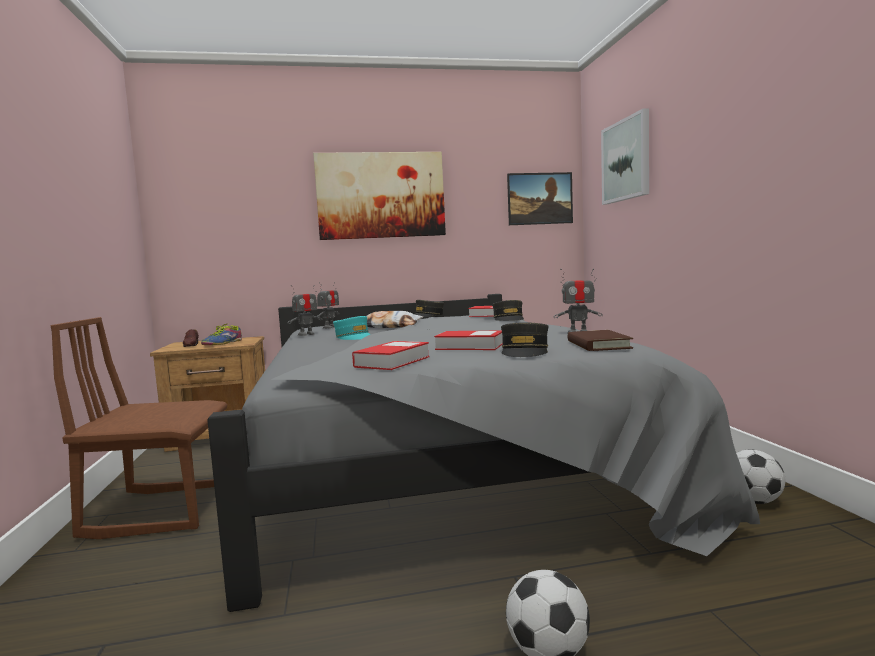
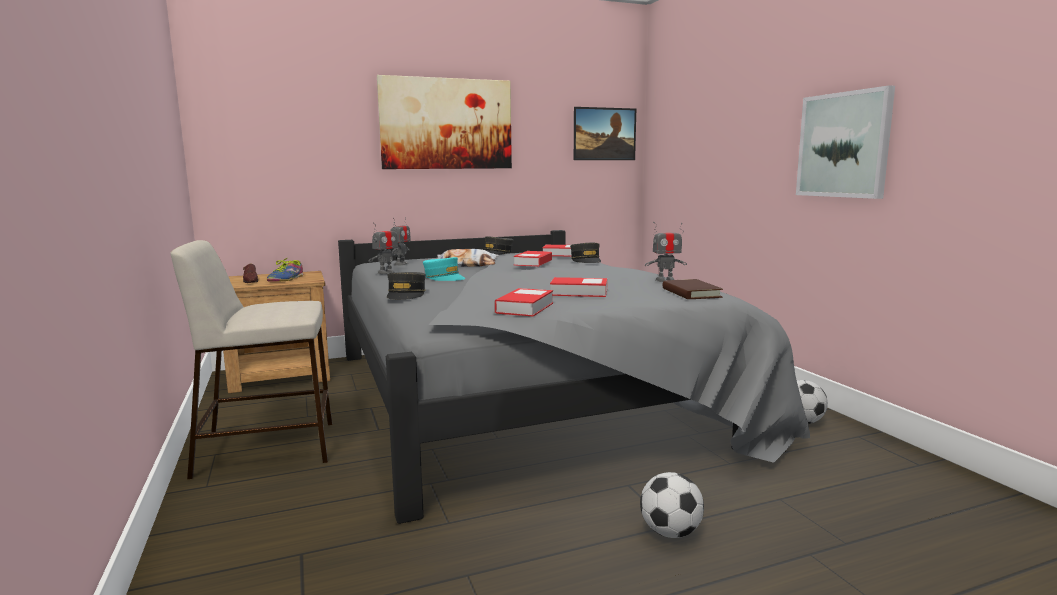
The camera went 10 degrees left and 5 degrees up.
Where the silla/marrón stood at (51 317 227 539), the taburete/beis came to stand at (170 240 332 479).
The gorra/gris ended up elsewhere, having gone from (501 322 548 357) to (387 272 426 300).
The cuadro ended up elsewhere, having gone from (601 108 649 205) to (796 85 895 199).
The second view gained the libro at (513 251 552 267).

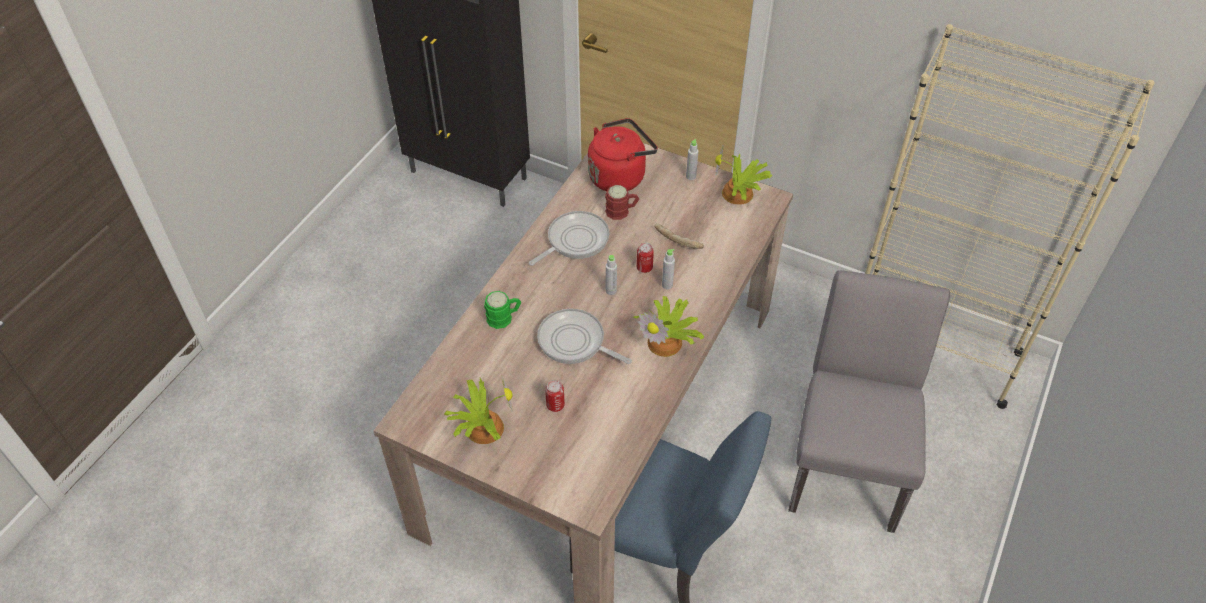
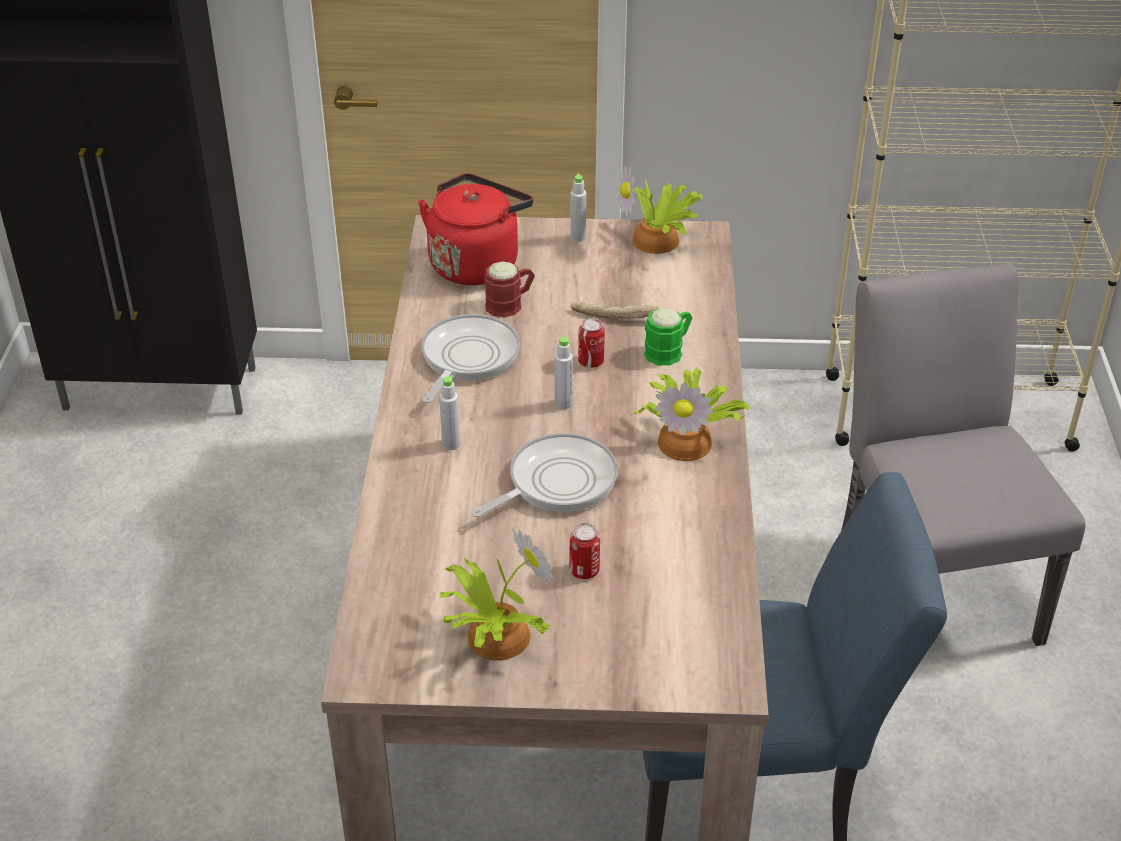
The camera went 25 degrees left and 10 degrees down.
The taza grande/verde ended up elsewhere, having gone from (484 291 521 329) to (644 308 692 366).
The sartén at (537 309 632 364) ended up facing another way, 135 degrees clockwise from before.
The botella/gris ended up elsewhere, having gone from (662 249 675 289) to (439 375 460 450).

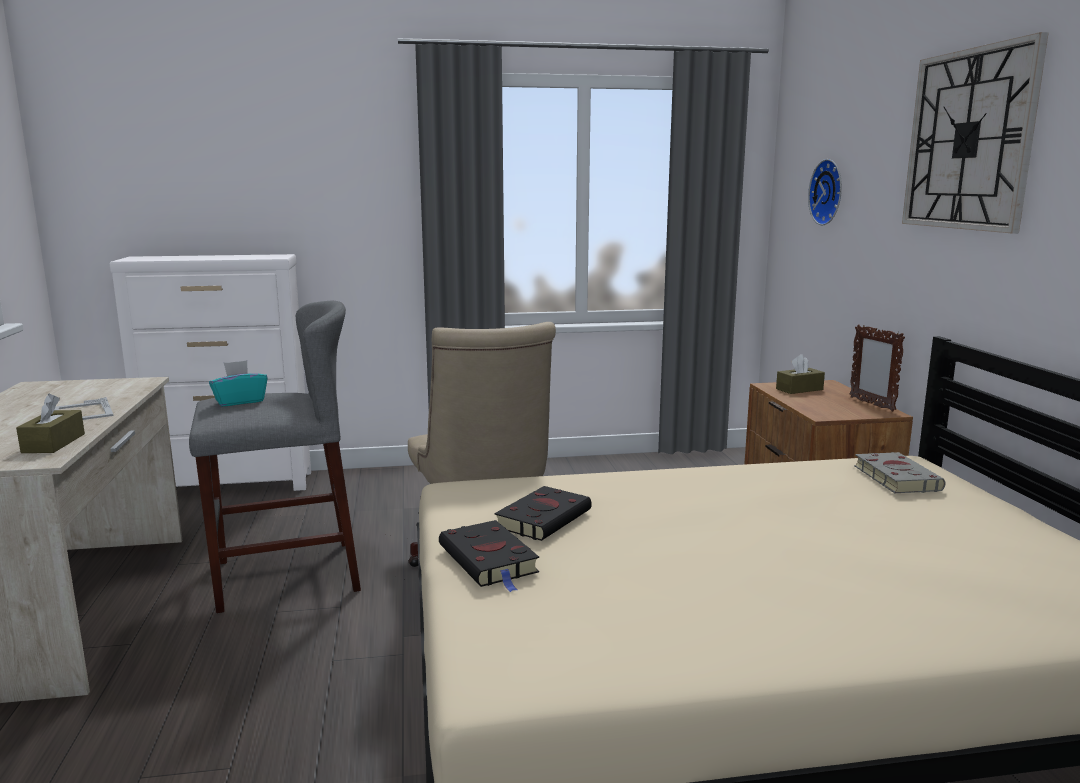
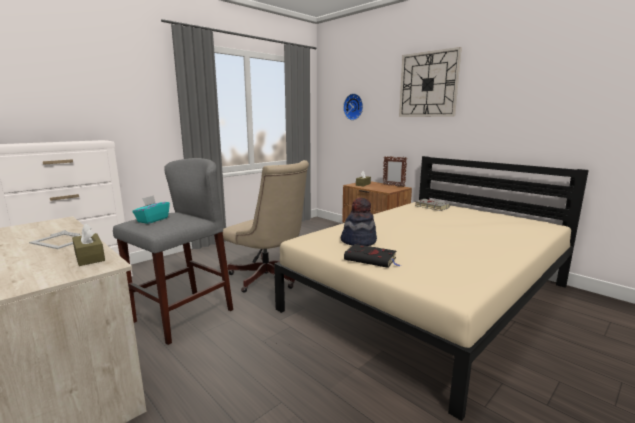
The camera went 35 degrees left and 0 degrees up.
Where the libro/negro stood at (494 486 592 541), the sombrero came to stand at (341 197 377 246).

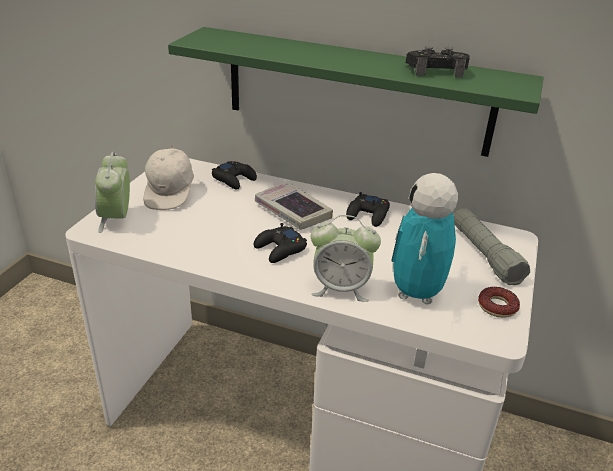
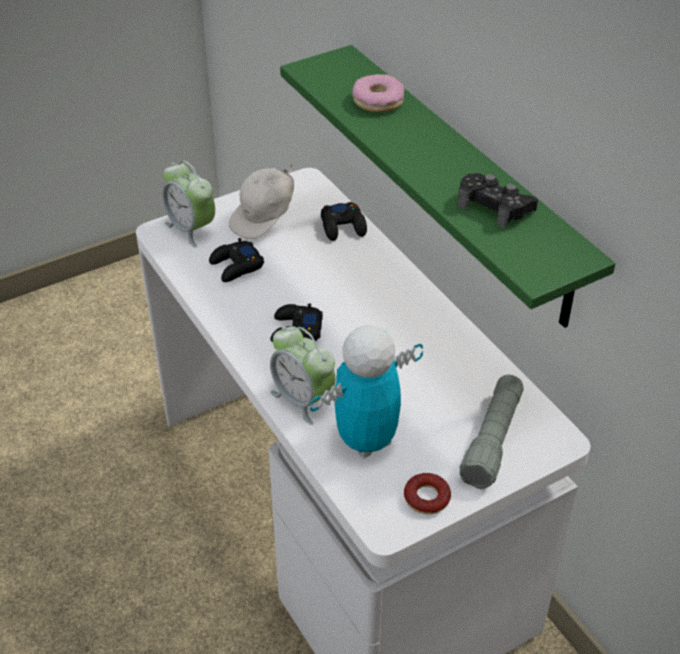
The camera went 40 degrees right and 10 degrees up.
The despertador at (95 152 130 233) ended up facing another way, 75 degrees counterclockwise from before.
The second view lost the libro at (255 181 333 230).
The mando de consola/negro ended up elsewhere, having gone from (346 192 390 227) to (209 238 264 282).
The second view gained the rosquilla at (352 74 404 112).

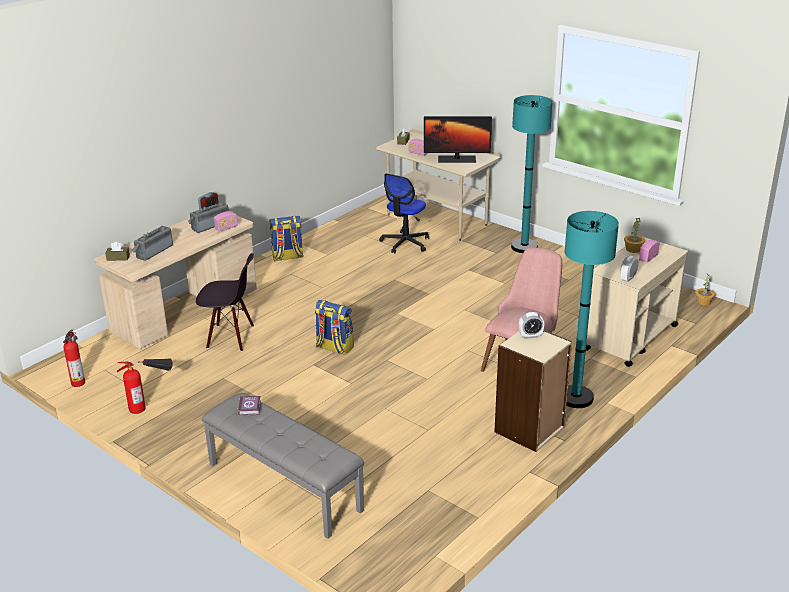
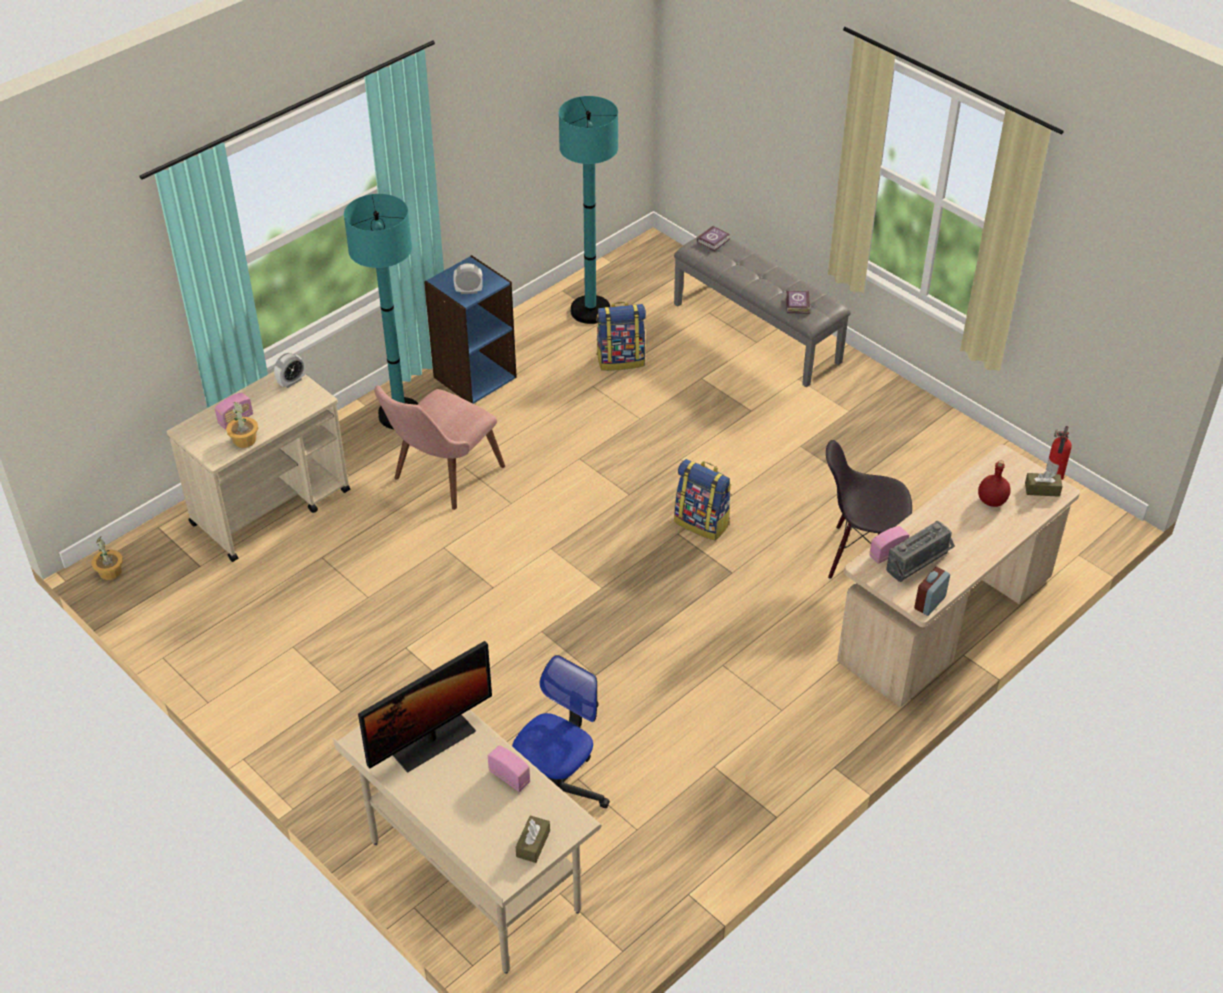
The camera went 175 degrees left and 15 degrees up.
The second view lost the extintor at (116 358 173 414).
Where the radio stood at (132 226 173 261), the botella/rojo came to stand at (978 460 1011 507).
The mochila ended up elsewhere, having gone from (269 216 304 261) to (596 302 646 371).
The monitor at (424 116 492 163) ended up facing another way, 135 degrees clockwise from before.
What was the estantería/beis at (494 330 572 452) turned into the estantería/azul at (424 255 517 404).
The lámpara de pie/turquesa ended up elsewhere, having gone from (511 95 552 253) to (559 96 618 324).
The second view gained the libro at (697 226 730 251).

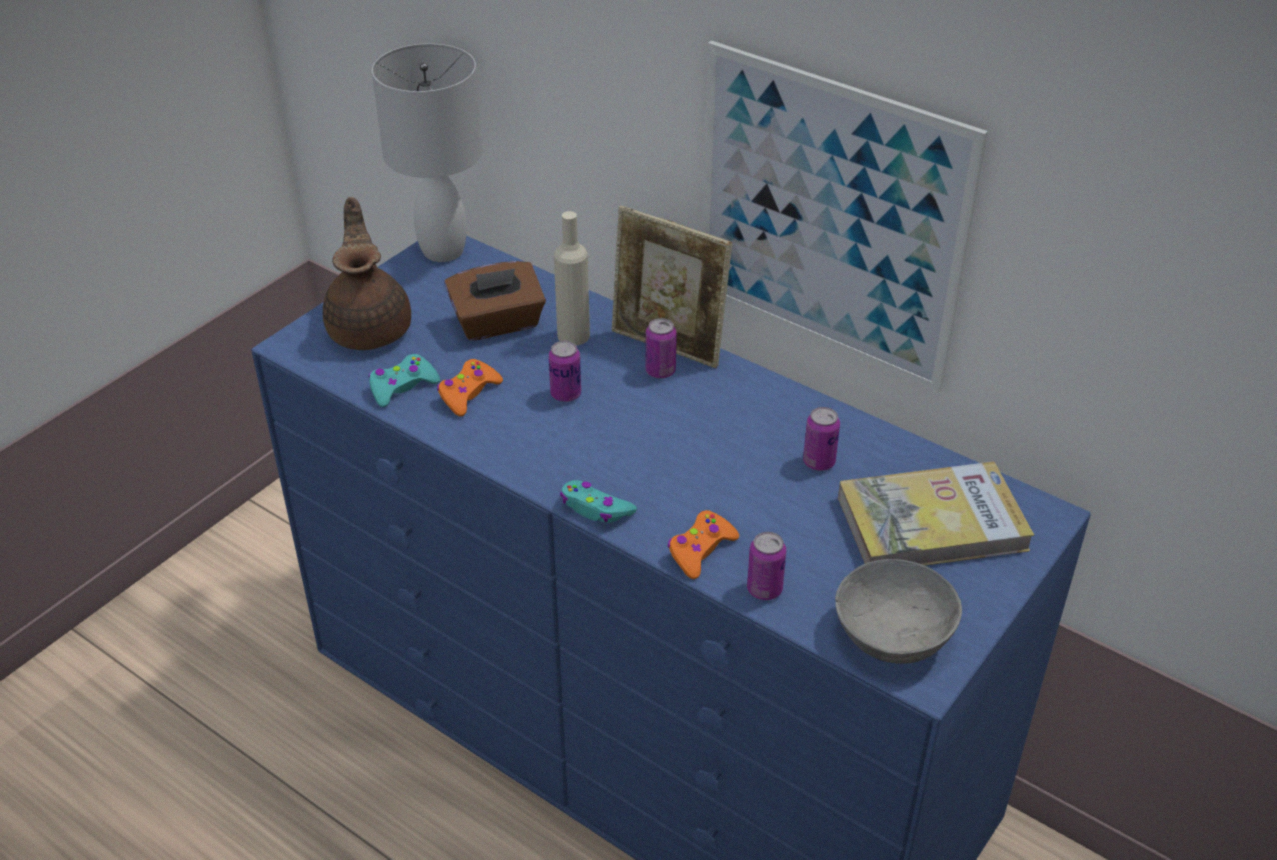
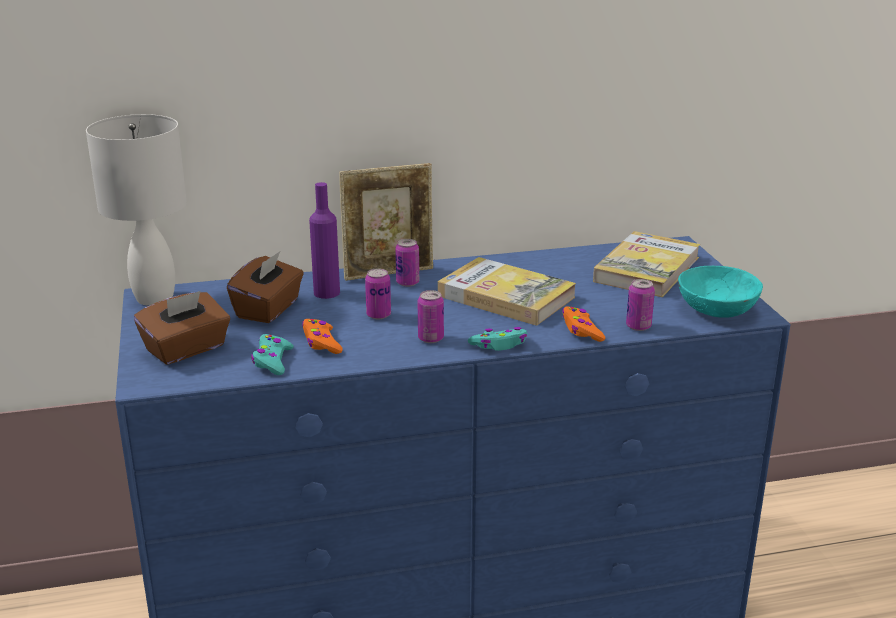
The camera went 50 degrees left and 15 degrees down.
Where the tetera/marrón stood at (323 197 411 350), the caja de pañuelos/marrón came to stand at (134 291 230 365).
What was the botella/beis at (554 211 590 346) turned into the botella/morado at (309 182 340 299).
The second view lost the cuadro at (702 41 988 393).
The lata ended up elsewhere, having gone from (803 407 840 471) to (418 290 444 343).
What was the cuenco/gris at (835 559 962 664) turned into the cuenco/turquesa at (678 266 763 318).
The second view gained the libro at (438 257 576 325).

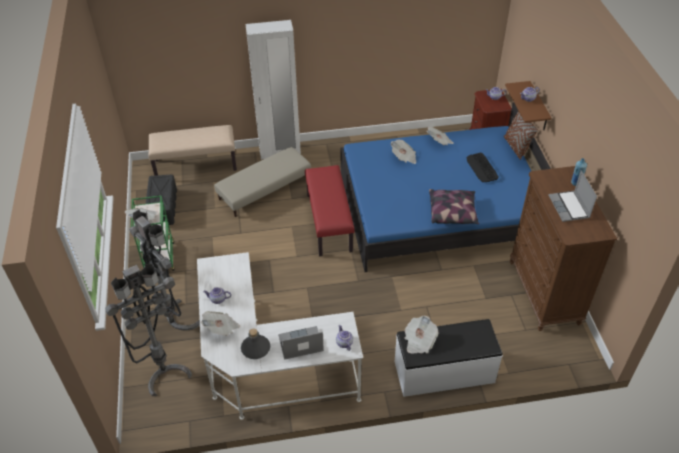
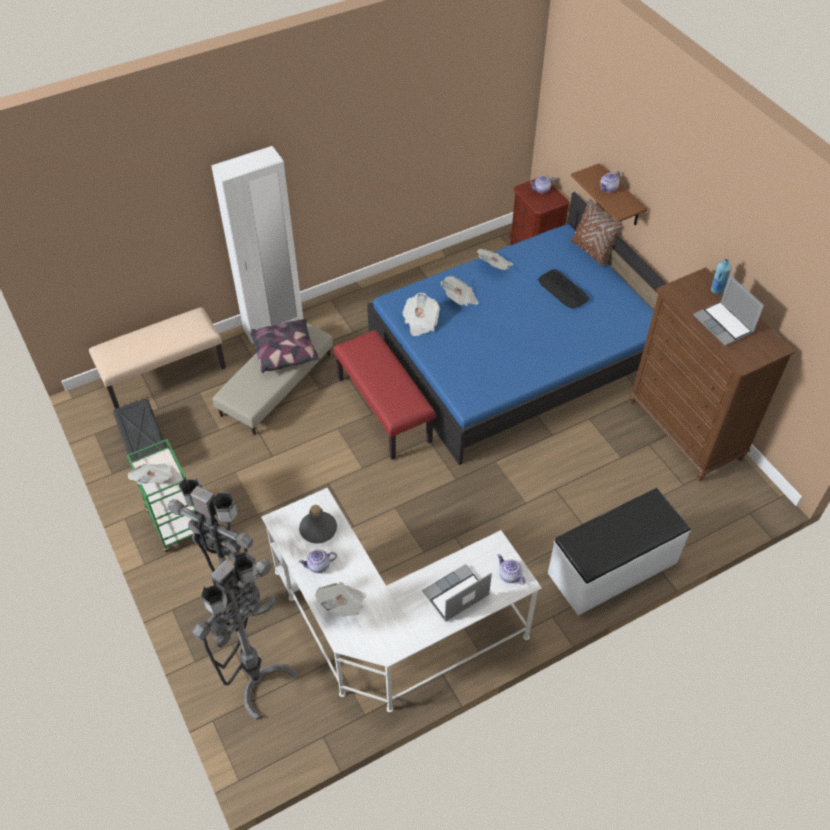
The camera went 20 degrees left and 5 degrees up.
The botella/gris ended up elsewhere, having gone from (241 329 270 359) to (299 505 337 544).
The periódico ended up elsewhere, having gone from (404 316 439 354) to (402 293 440 336).
The cojín ended up elsewhere, having gone from (429 189 479 224) to (249 318 320 373).

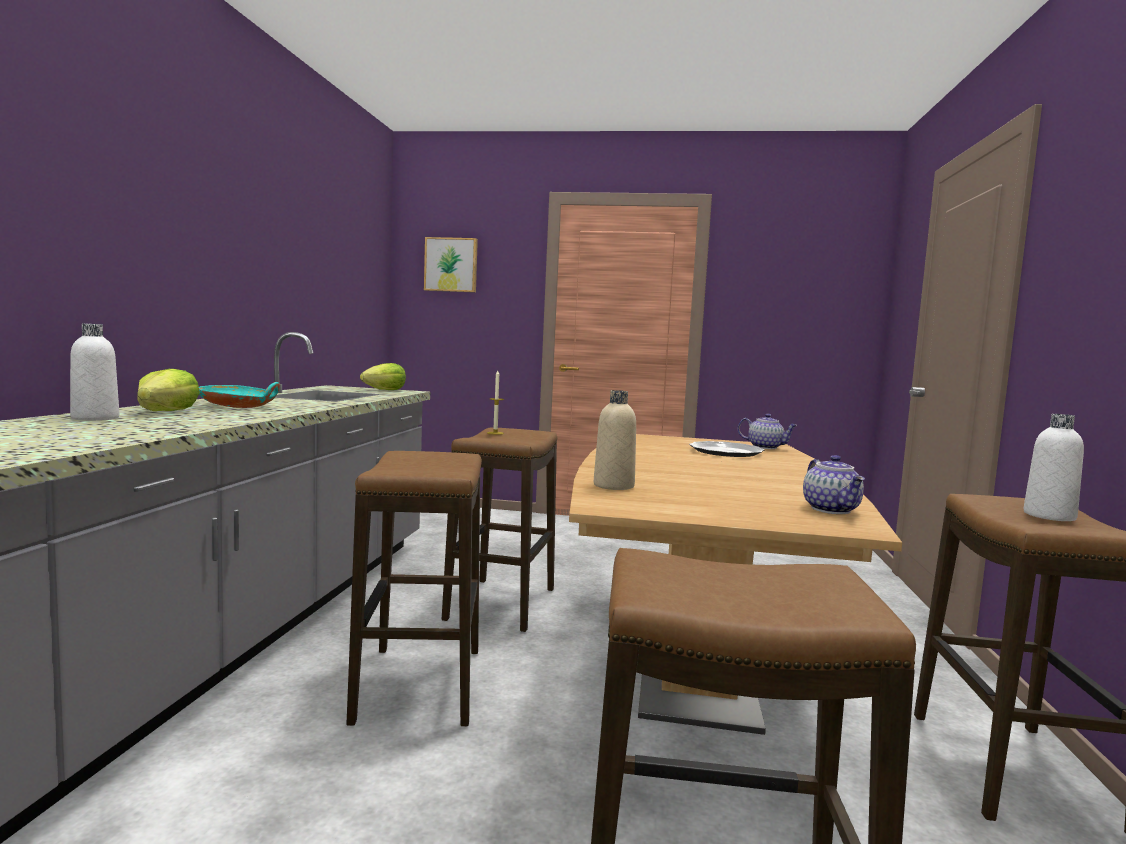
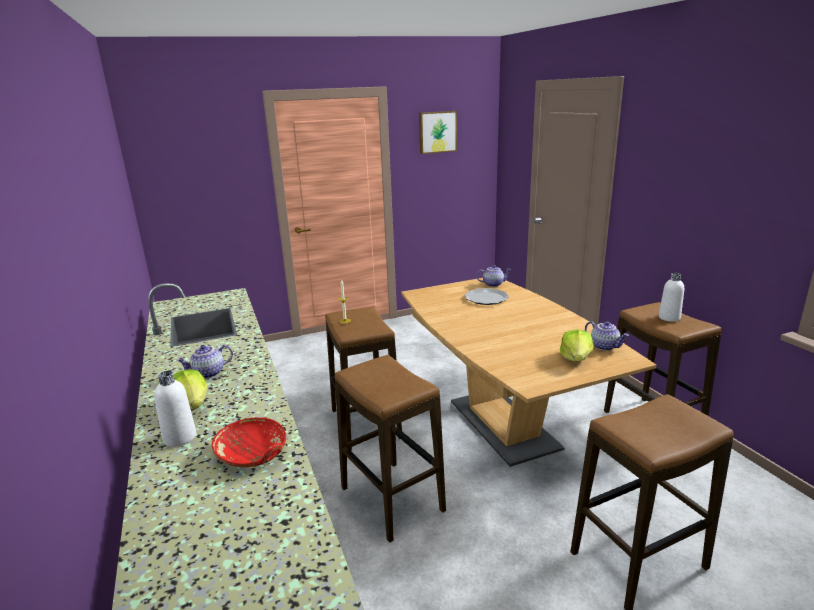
The camera went 30 degrees left and 15 degrees up.
Where the cuenco/turquesa stood at (199 382 280 408), the tetera came to stand at (176 345 233 379).
The lechuga ended up elsewhere, having gone from (360 363 406 390) to (560 329 594 362).
The cuadro ended up elsewhere, having gone from (424 237 478 293) to (419 111 457 154).
The second view lost the botella/beis at (594 390 636 490).
The second view gained the cuenco/rojo at (212 417 286 467).

